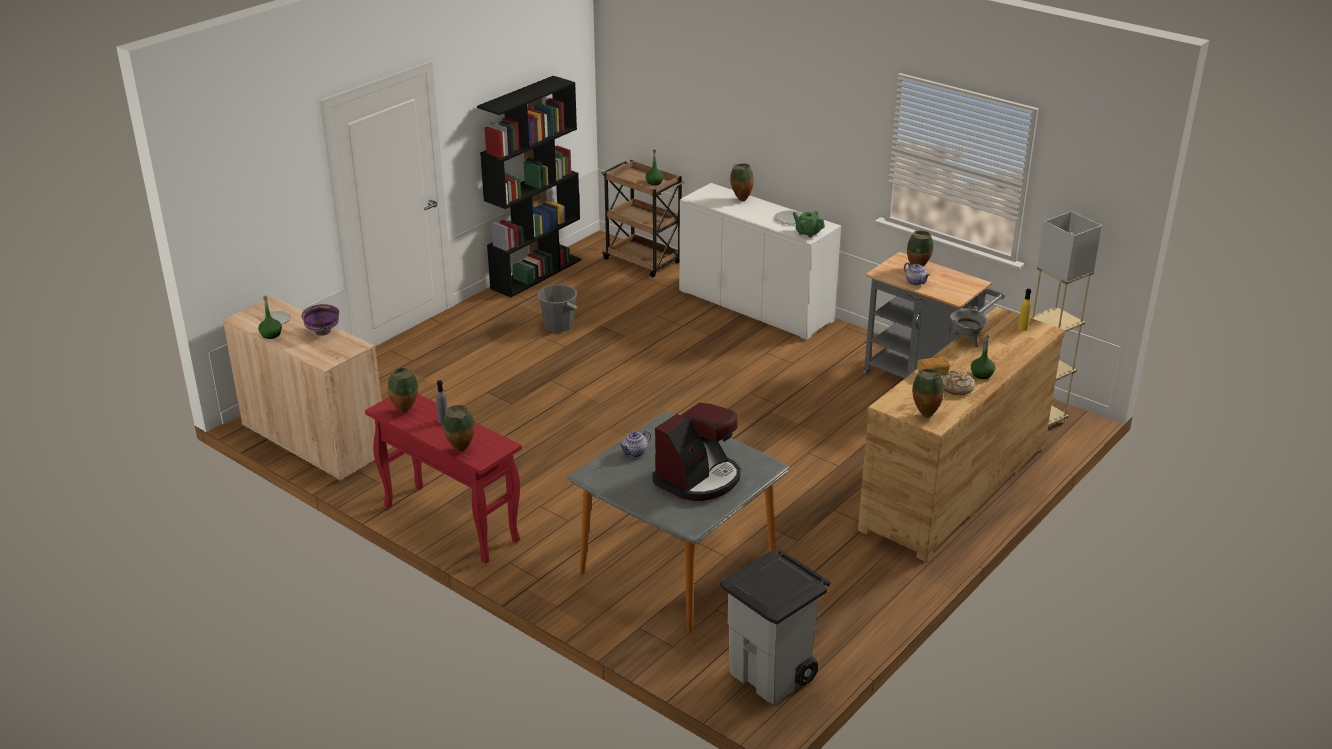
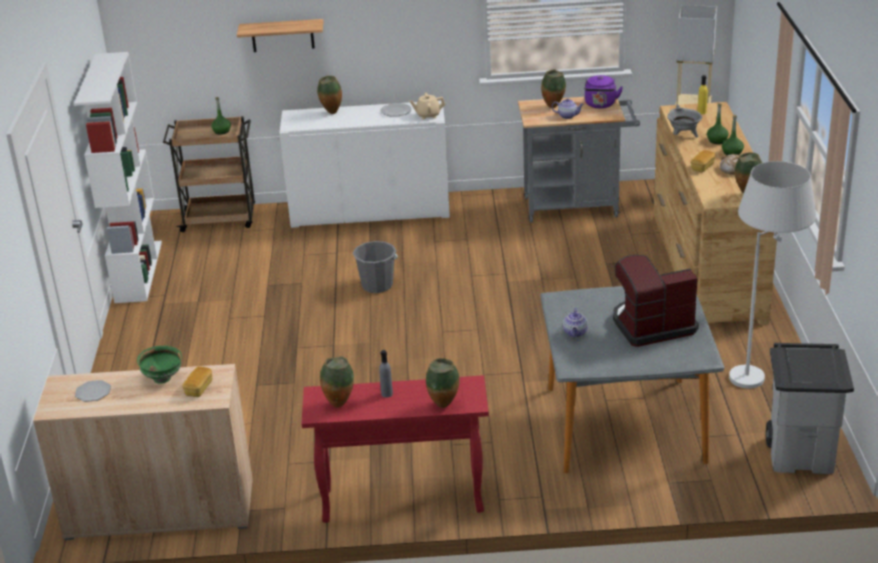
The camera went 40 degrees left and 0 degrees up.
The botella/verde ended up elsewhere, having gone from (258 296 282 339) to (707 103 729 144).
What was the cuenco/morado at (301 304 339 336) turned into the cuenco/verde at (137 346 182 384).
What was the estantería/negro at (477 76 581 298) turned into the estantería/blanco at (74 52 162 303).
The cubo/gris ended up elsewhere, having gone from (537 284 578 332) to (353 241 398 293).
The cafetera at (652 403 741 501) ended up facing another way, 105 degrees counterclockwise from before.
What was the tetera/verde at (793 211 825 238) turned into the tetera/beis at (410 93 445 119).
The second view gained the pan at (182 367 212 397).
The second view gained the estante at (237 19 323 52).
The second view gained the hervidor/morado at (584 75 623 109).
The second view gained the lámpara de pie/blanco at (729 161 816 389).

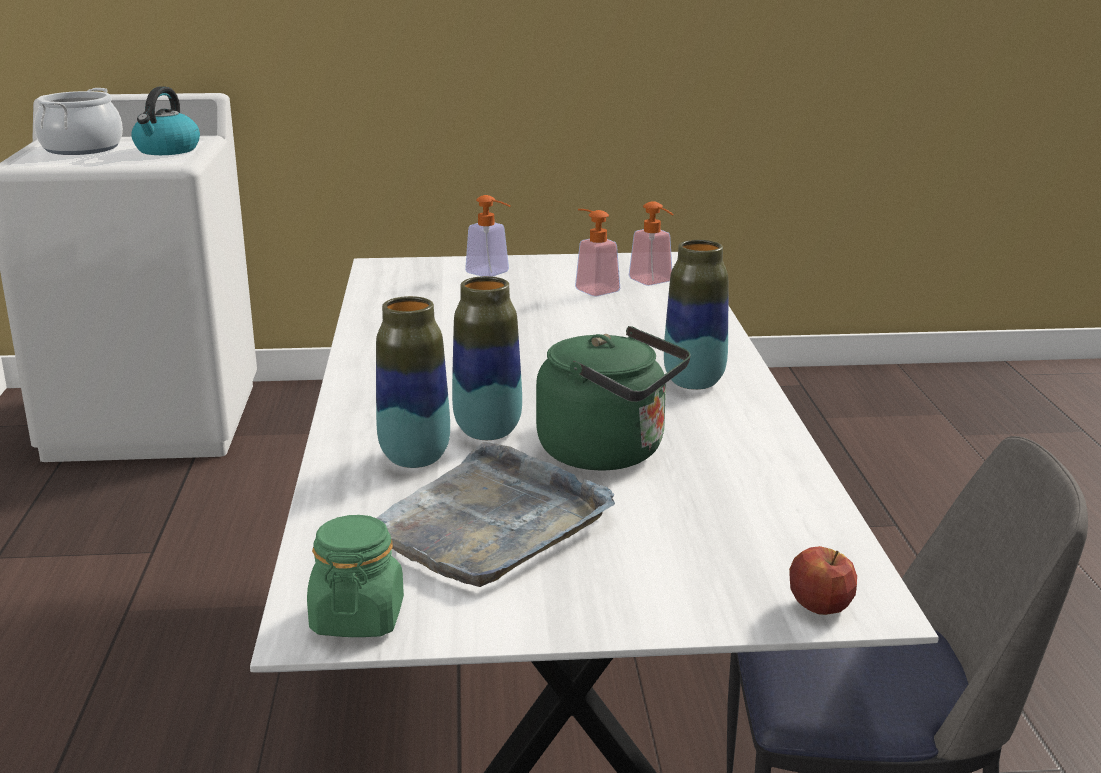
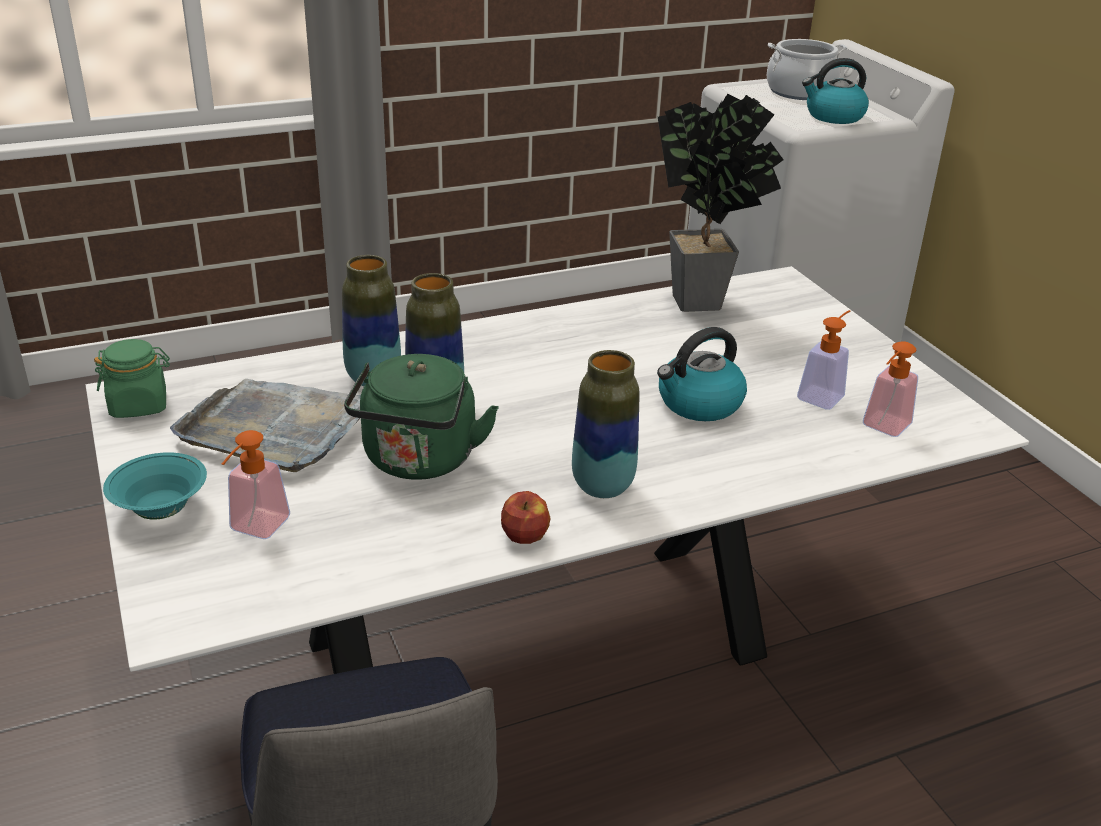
The camera went 70 degrees right and 10 degrees up.
The dispensador de jabón ended up elsewhere, having gone from (465 195 510 277) to (222 430 290 539).
The manzana ended up elsewhere, having gone from (789 546 857 615) to (501 491 550 544).
The second view gained the cuenco/turquesa at (103 452 207 520).
The second view gained the hervidor at (657 327 747 421).
The second view gained the planta en maceta at (658 94 783 312).

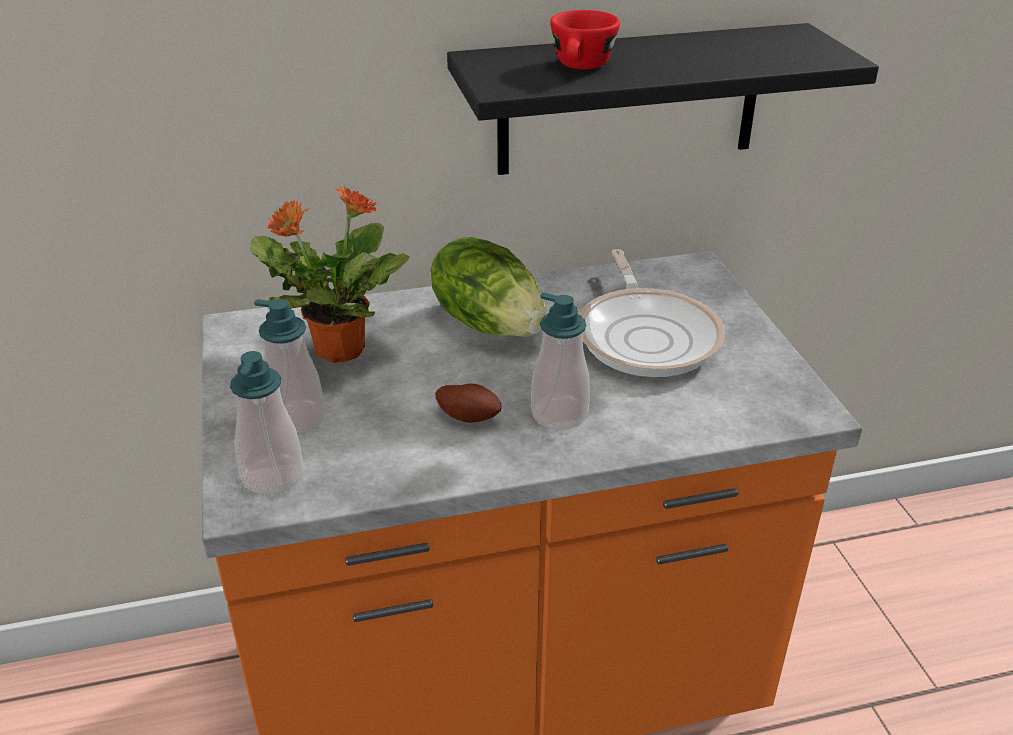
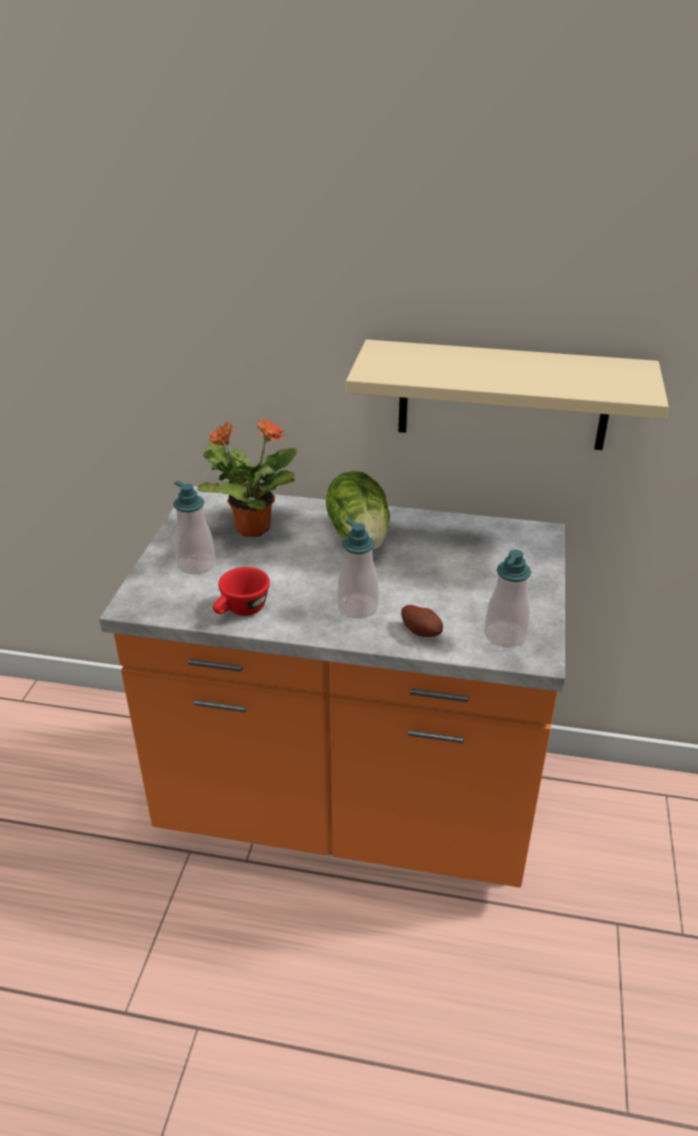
The camera went 25 degrees right and 0 degrees up.
The dispensador de jabón ended up elsewhere, having gone from (230 351 303 495) to (484 549 531 648).
The patata ended up elsewhere, having gone from (435 384 502 423) to (401 605 443 637).
What was the estante/negro at (447 23 879 175) turned into the estante/beis at (346 340 669 450).
The taza/rojo ended up elsewhere, having gone from (550 10 620 69) to (213 567 270 616).
The second view lost the sartén at (579 249 725 377).

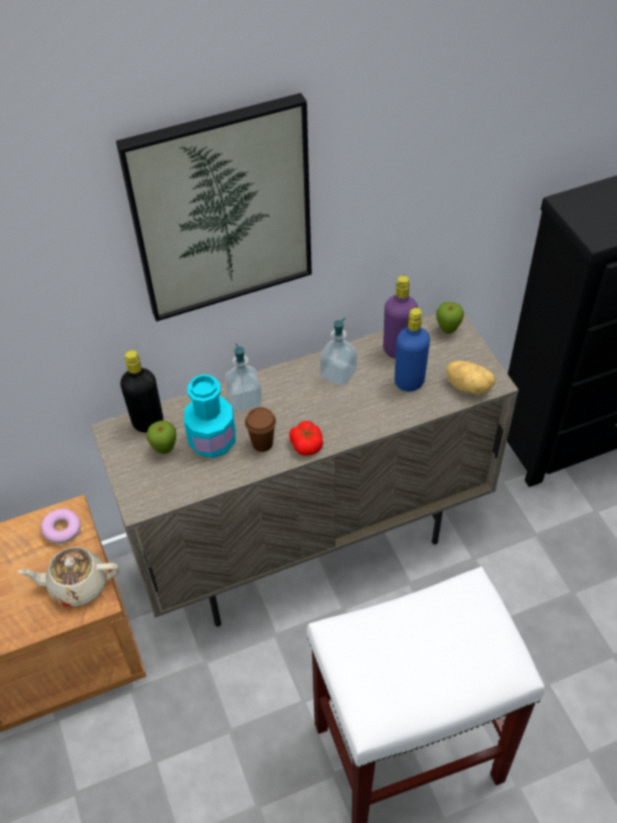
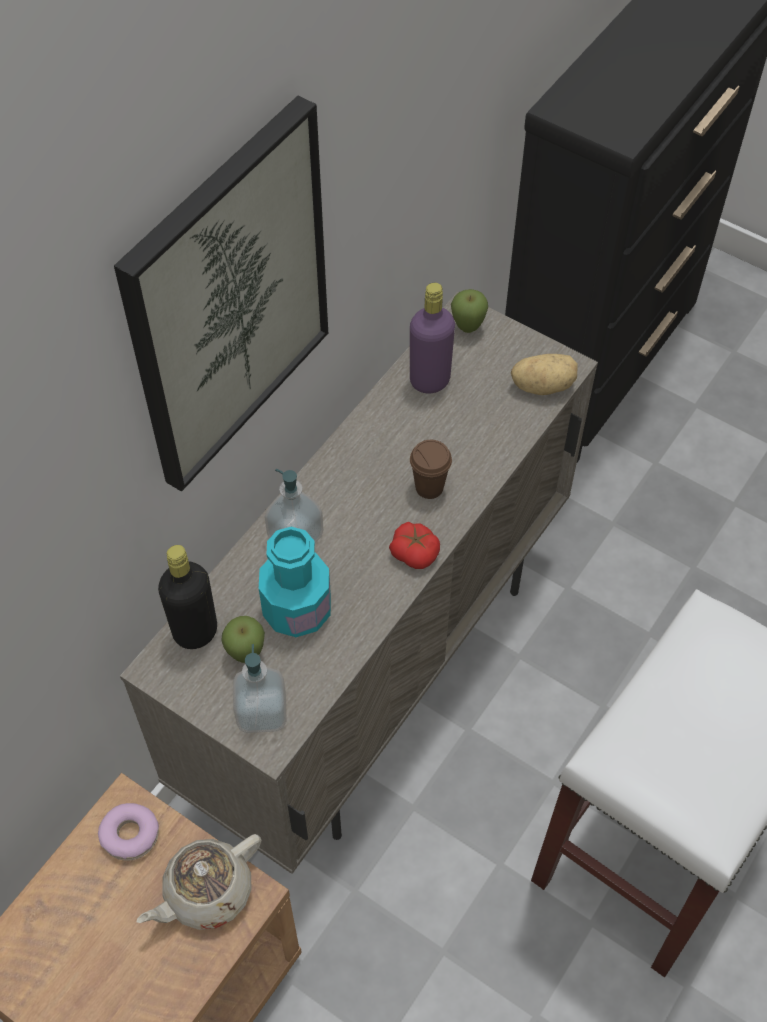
The camera went 35 degrees left and 5 degrees up.
The taza/marrón ended up elsewhere, having gone from (245 407 276 452) to (410 440 452 499).
The dispensador de jabón ended up elsewhere, having gone from (320 318 358 386) to (233 644 287 733).
The second view lost the botella/azul at (395 308 430 391).

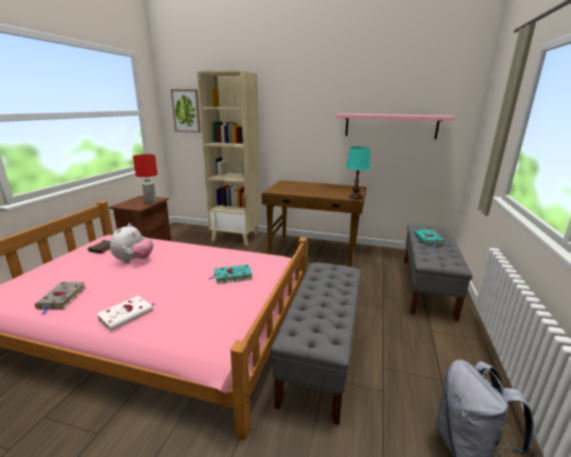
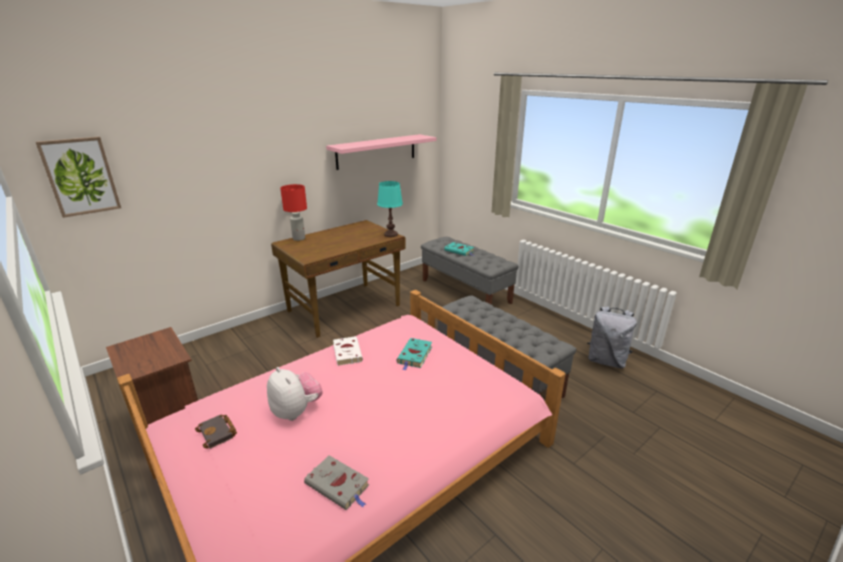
The camera went 55 degrees left and 5 degrees up.
The libro/blanco ended up elsewhere, having gone from (97 296 155 331) to (333 336 363 366).
The lámpara de mesa/rojo ended up elsewhere, having gone from (133 154 157 203) to (280 184 307 241).
The second view lost the estantería/beis at (197 70 260 246).

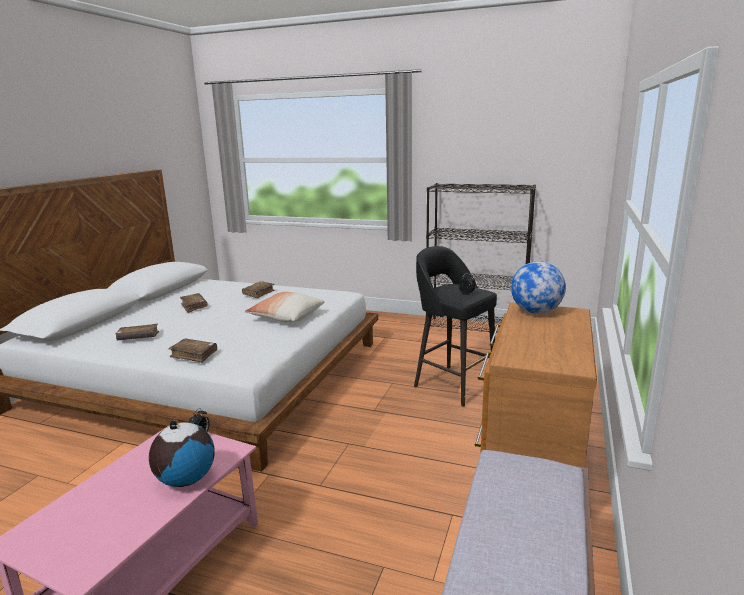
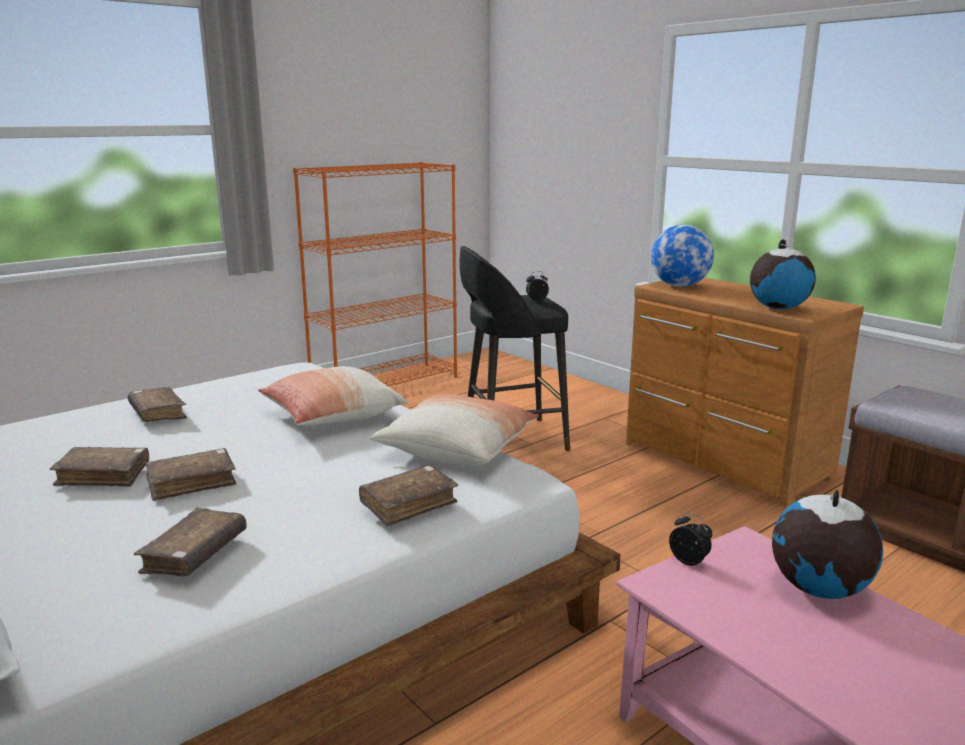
The camera went 60 degrees left and 0 degrees up.
What was the estantería/negro at (426 183 536 333) turned into the estantería/naranja at (293 162 457 387).
The second view gained the libro/marrón at (145 448 236 501).
The second view gained the cojín at (370 394 539 465).
The second view gained the globo terráqueo at (750 239 816 310).

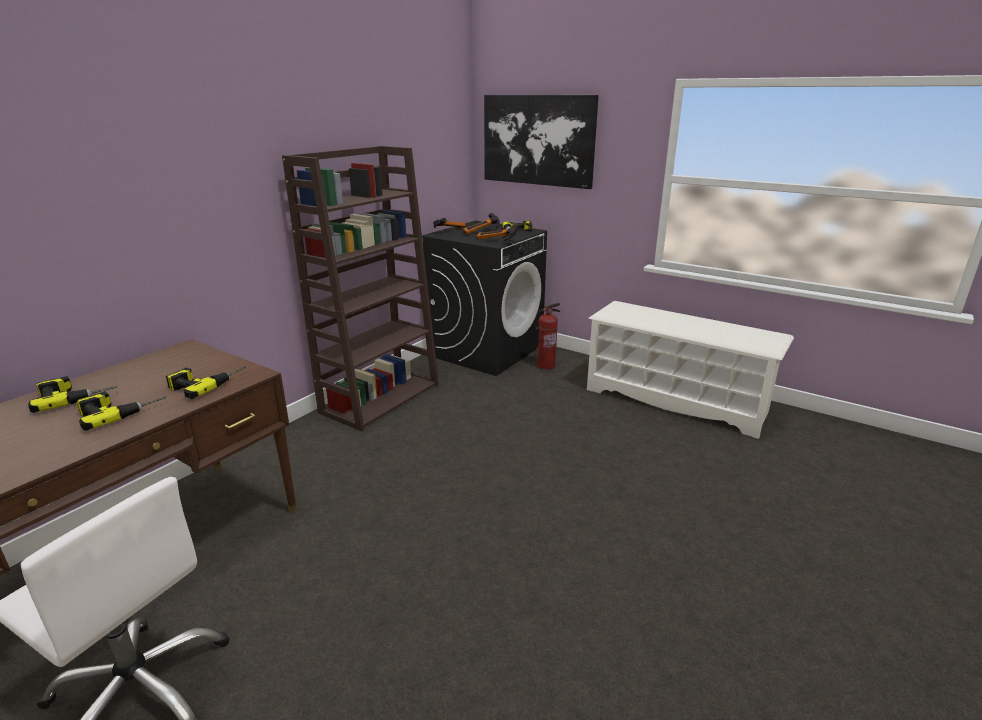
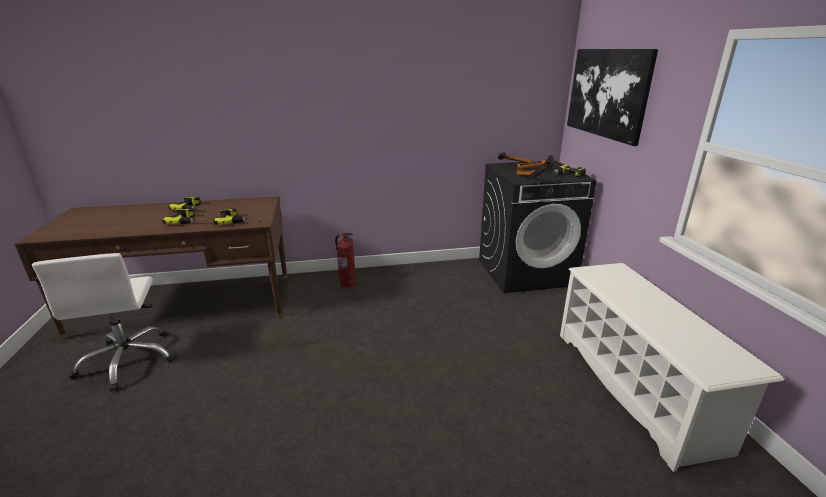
The camera went 45 degrees right and 0 degrees up.
The second view lost the estantería/marrón at (282 146 439 431).
The extintor ended up elsewhere, having gone from (536 303 560 370) to (335 232 356 288).

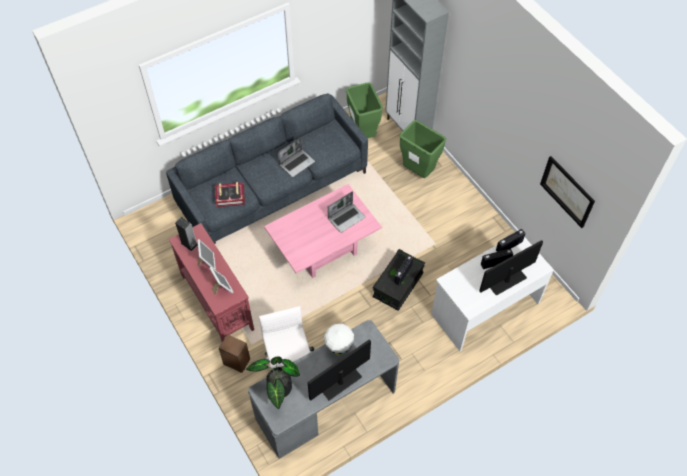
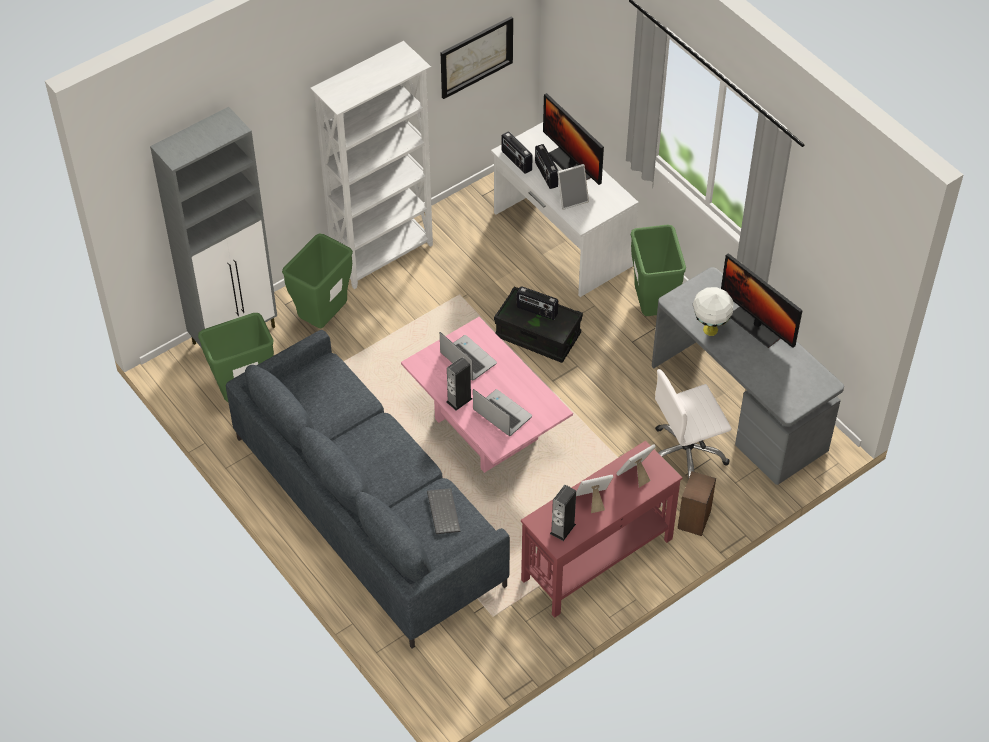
The camera went 95 degrees left and 5 degrees down.
Where the libro stood at (215 182 245 207), the teclado came to stand at (427 488 460 534).
The second view lost the planta en maceta at (246 356 300 409).
The portátil ended up elsewhere, having gone from (278 137 315 177) to (473 389 532 436).
The second view gained the estantería/blanco at (310 41 433 289).
The second view gained the altavoz at (446 357 472 411).
The second view gained the portarretratos at (557 164 589 210).
The second view gained the papelera/verde at (631 225 686 316).

